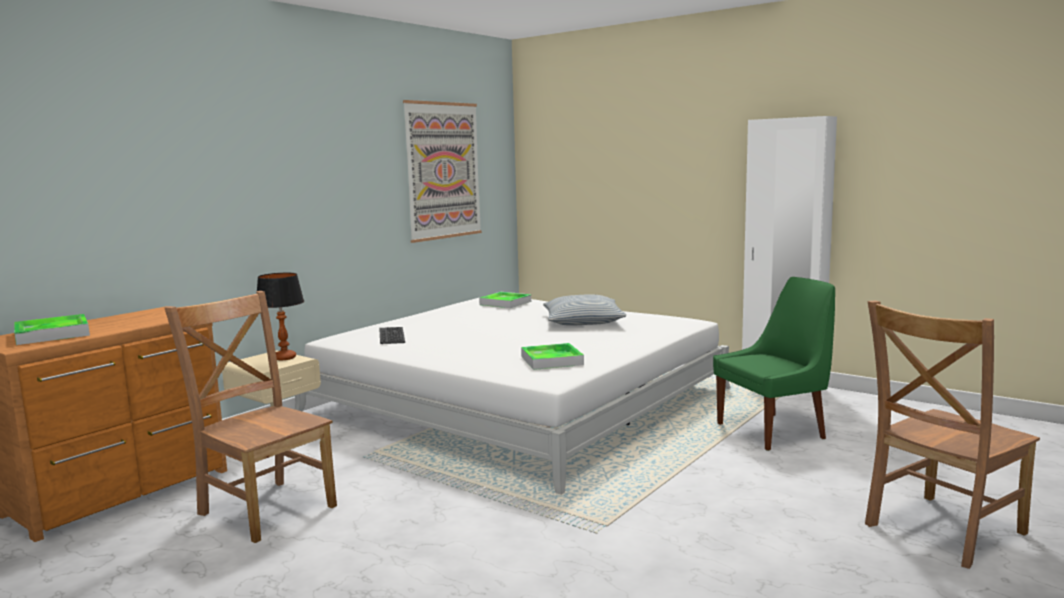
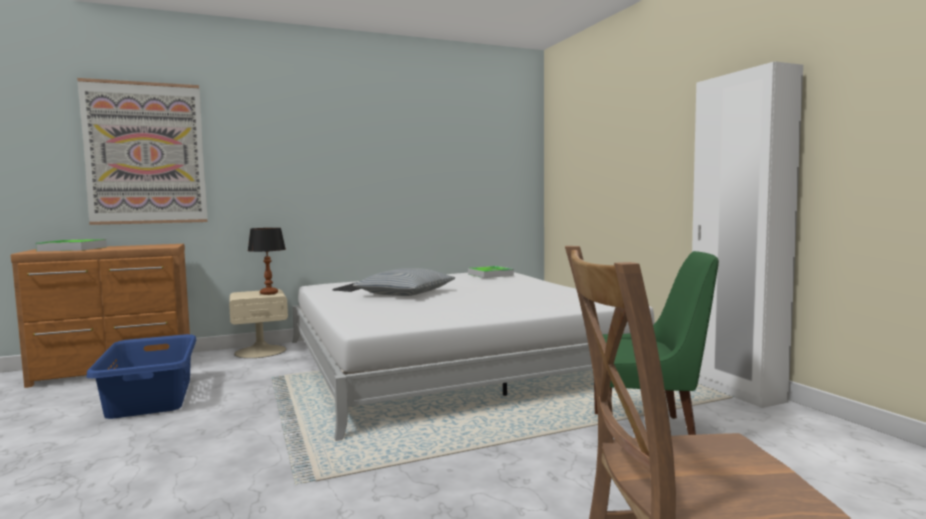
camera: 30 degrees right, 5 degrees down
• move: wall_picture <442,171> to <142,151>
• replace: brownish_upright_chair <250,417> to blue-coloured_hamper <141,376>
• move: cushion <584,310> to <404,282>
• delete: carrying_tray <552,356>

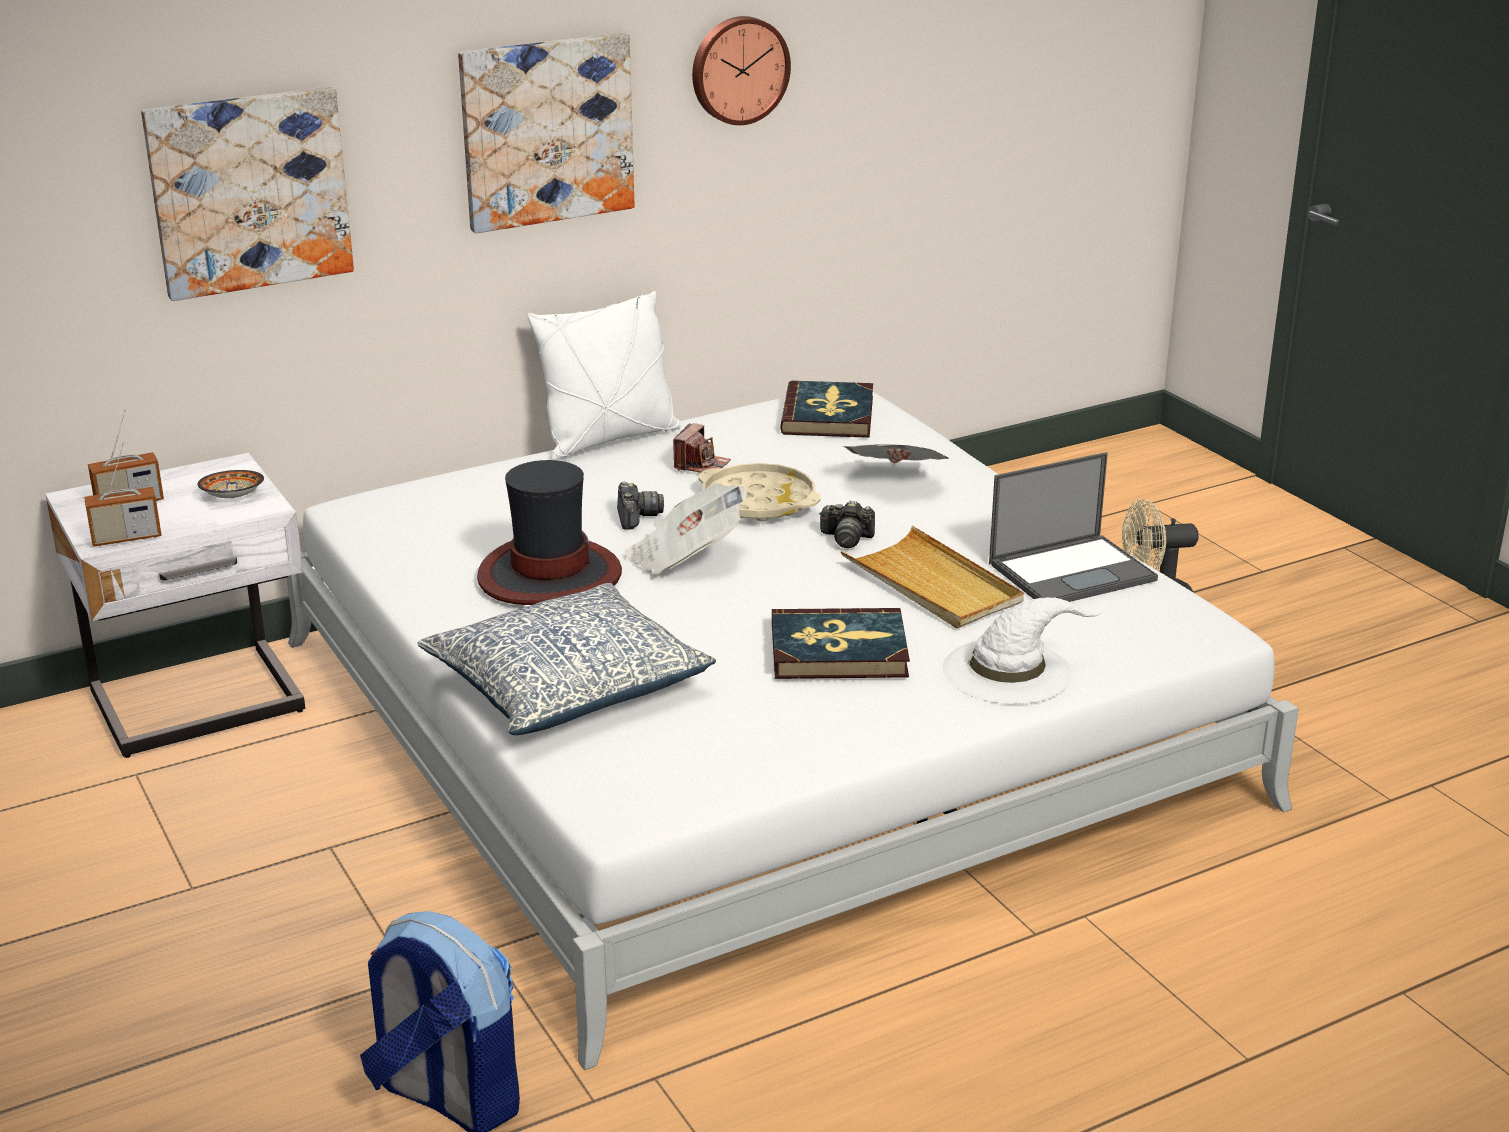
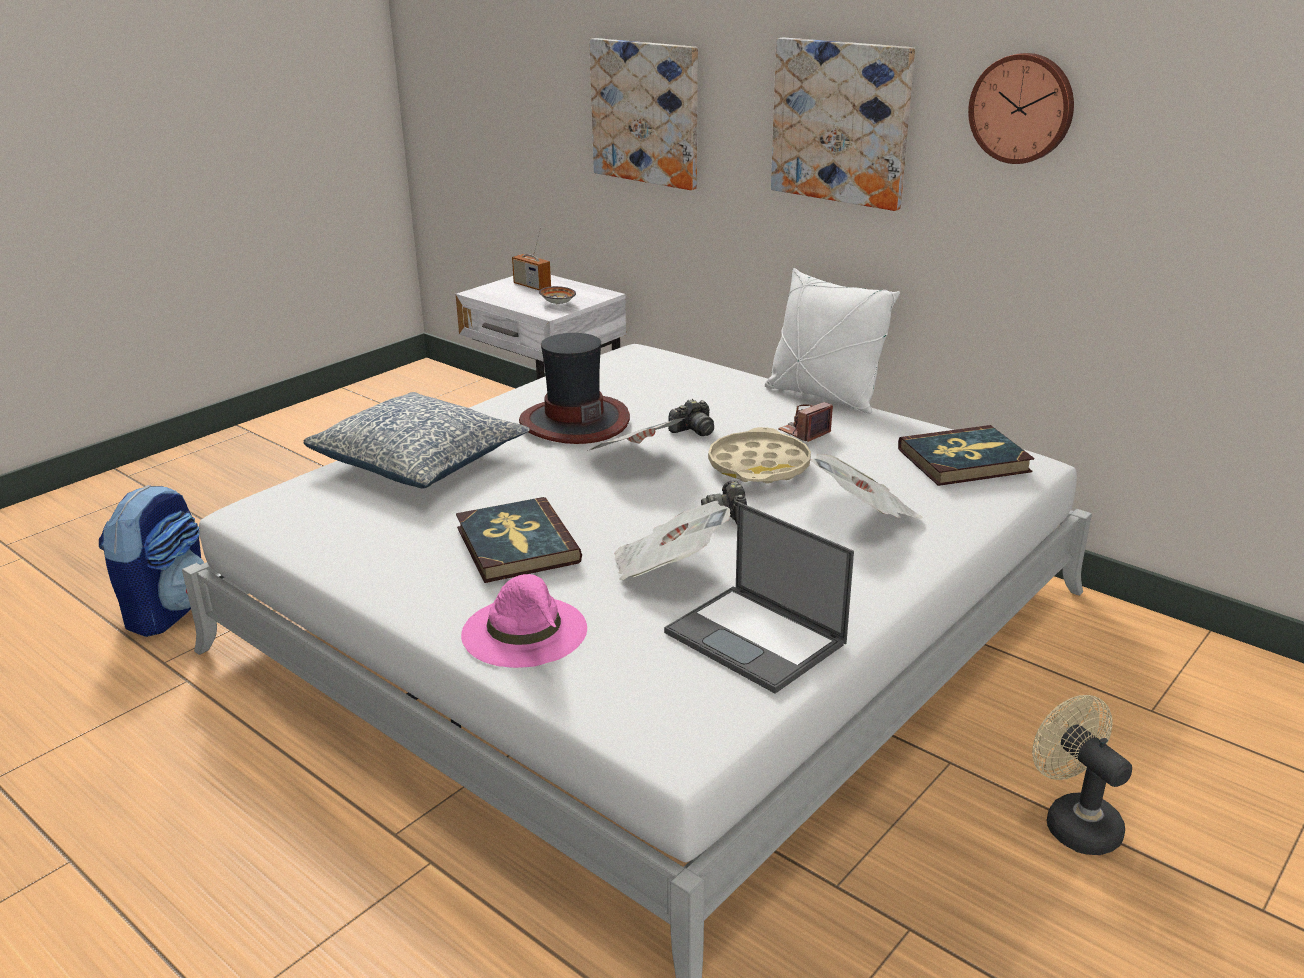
camera: 70 degrees right, 0 degrees up
• rotate: photo_camera <702,448> = <805,422> 135 degrees clockwise
• delete: radio <123,494>
• replace: beige-coloured_carrying_tray <932,577> to daily_paper <672,541>
• recolor: white-coloured_wearable_hat <1022,650> to pink-coloured_wearable_hat <524,621>

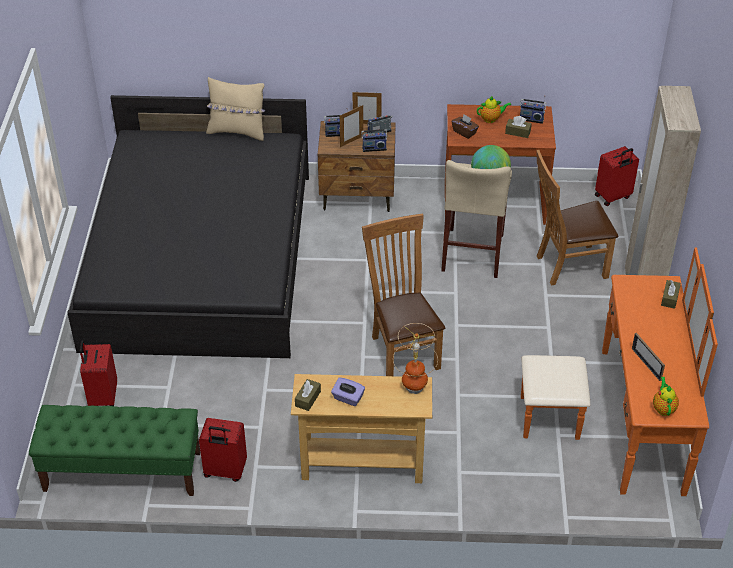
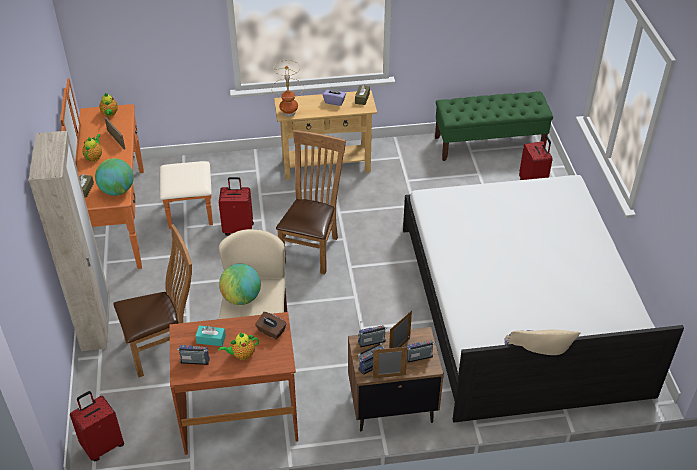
camera: 170 degrees right, 0 degrees up
• recolor: black-coloured_sleeping_bed <188,226> to white-coloured_sleeping_bed <543,299>
• recolor: brownish_box_of_tissues <518,127> to blue-green_box_of_tissues <210,336>
• rotate: brownish_upright_chair <403,294> = <311,202> 135 degrees counterclockwise
• move: red-coloured_suitcase <223,450> to <236,206>
• insert: teapot <92,148>
• insert: globe <114,177>

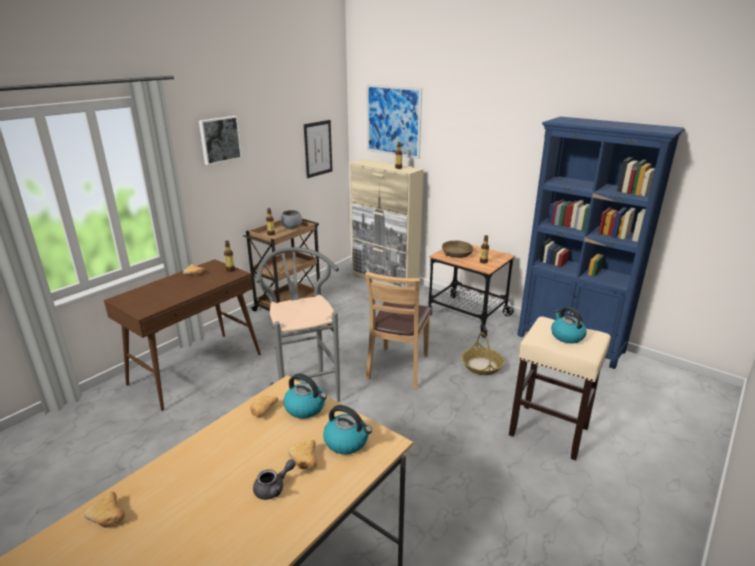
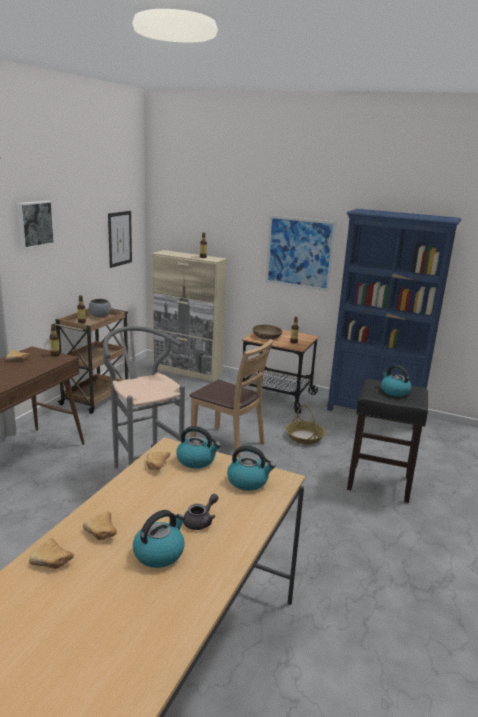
camera: 15 degrees left, 5 degrees down
• move: wall_picture <394,121> to <301,253>
• rotate: brownish_upright_chair <398,330> = <232,398> 60 degrees counterclockwise
• recolor: beige-coloured_sitting_stool <560,389> to black-coloured_sitting_stool <387,441>
• move: bakery_bread <302,454> to <100,526>
• insert: kettle <159,539>

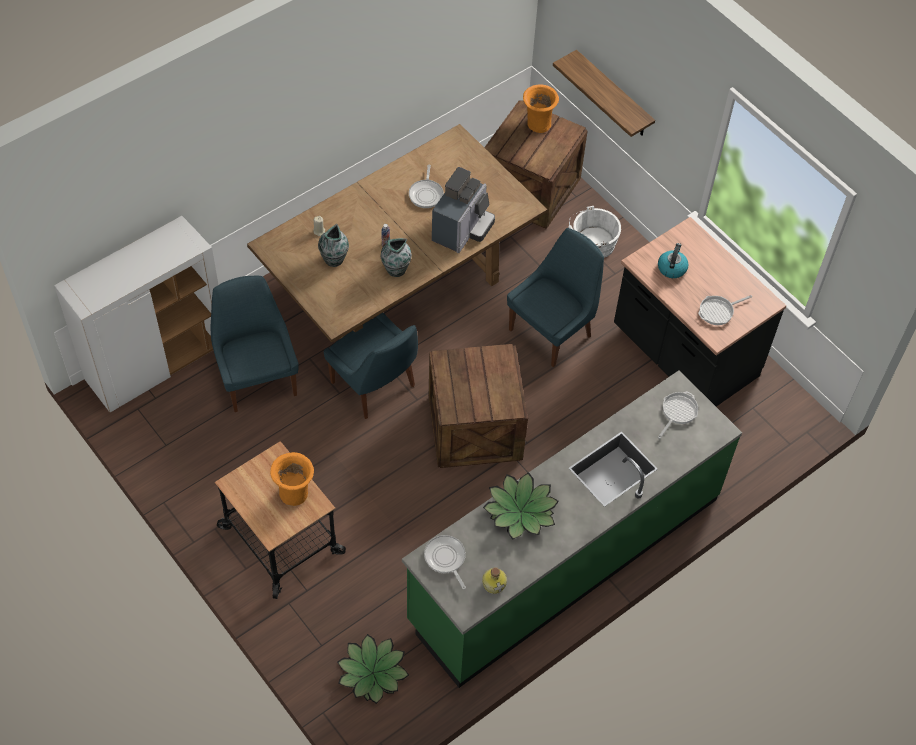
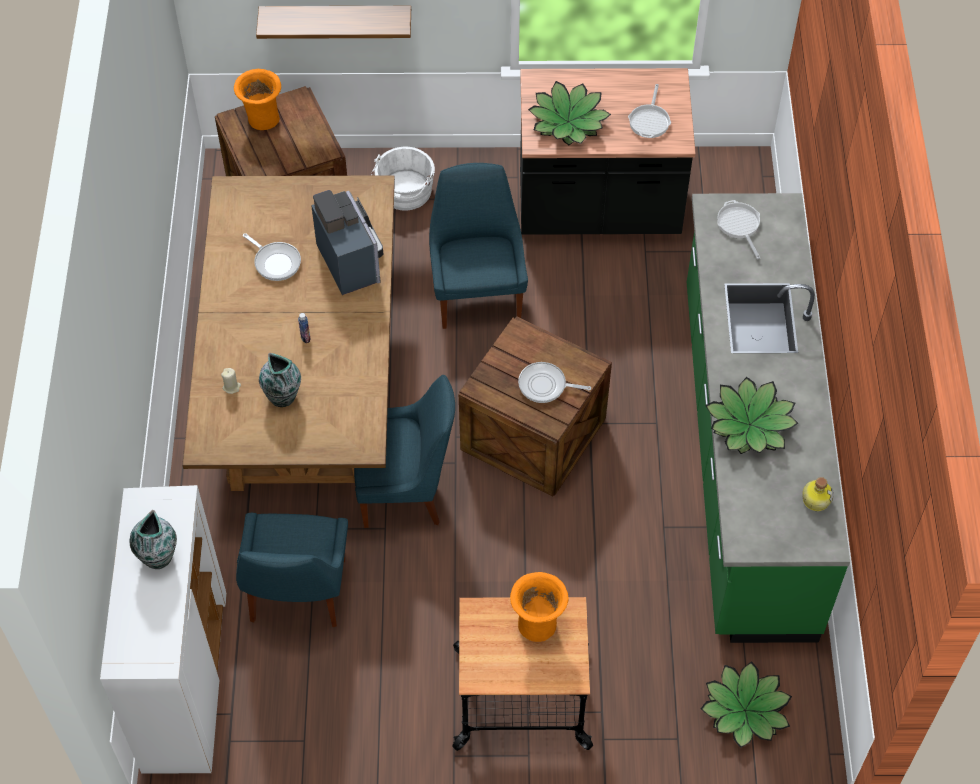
camera: 50 degrees left, 0 degrees up
• move: vase <396,257> to <153,539>
• replace: kettle <673,260> to plant_in_a_pot <569,113>
• rotate: blue-coloured_upright_chair <255,344> = <292,570> 105 degrees counterclockwise
• move: pan <445,562> to <554,382>

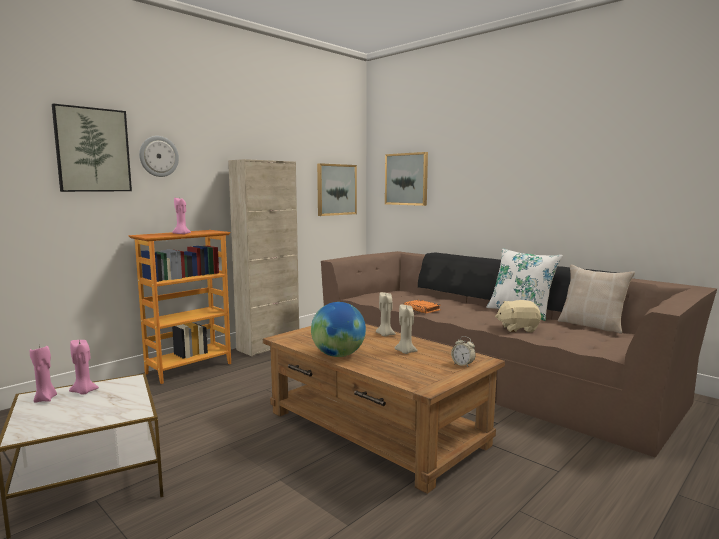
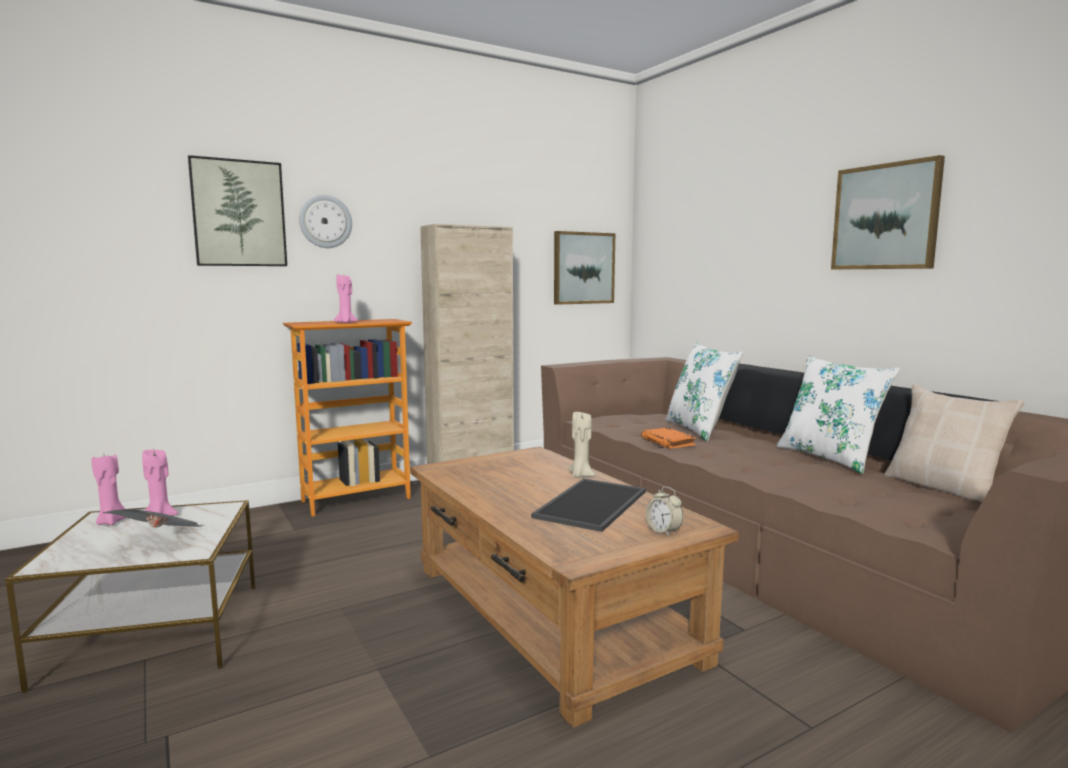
camera: 15 degrees right, 0 degrees up
• move: wall_picture <406,179> to <888,212>
• delete: beige-coloured_cuddly_toy <518,316>
• delete: globe <338,329>
• replace: beige-coloured_wax_light <406,329> to carrying_tray <588,505>
• insert: white-coloured_cushion <704,391>
• insert: daily_paper <154,518>

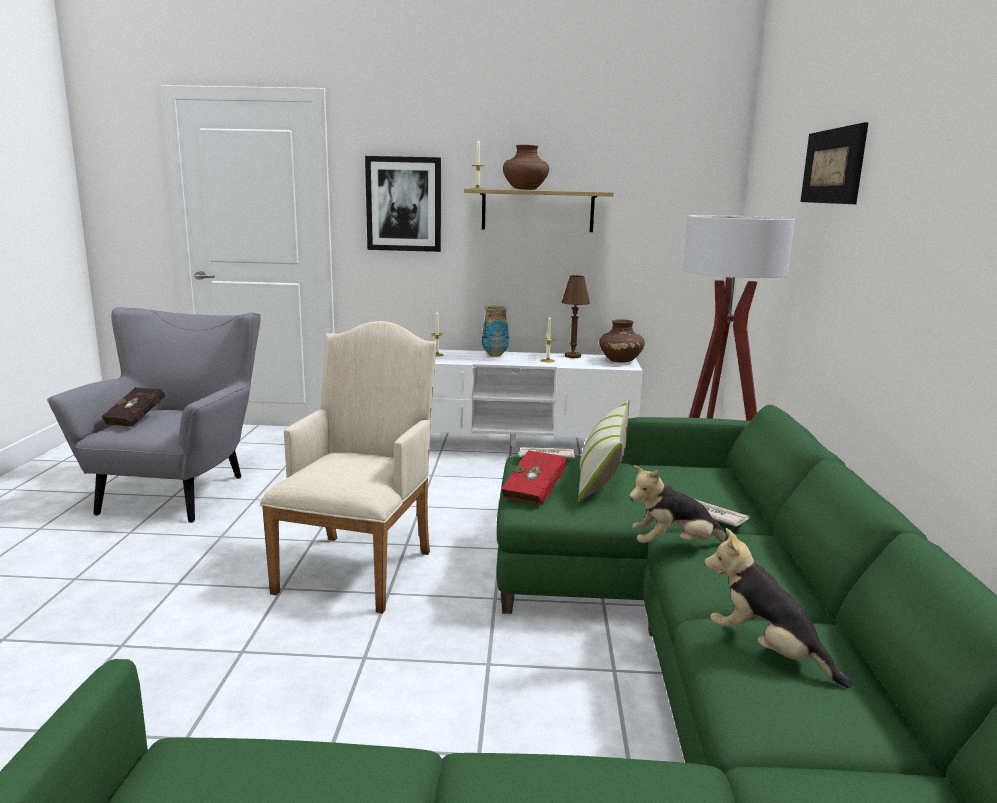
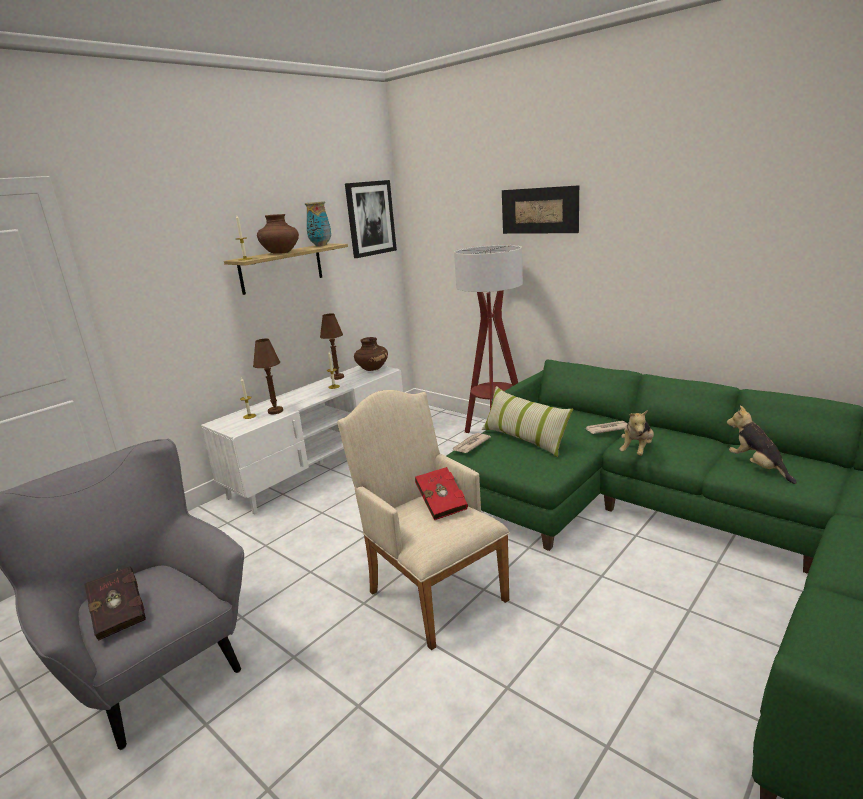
camera: 50 degrees left, 5 degrees up
• move: wall_picture <403,204> to <371,219>
• move: vase <495,331> to <318,223>
• move: red-coloured_bound_book <534,477> to <441,493>
• rotate: cuddly_toy <778,608> = <762,444> 75 degrees clockwise
• insert: brownish_lamp_for_a_table <268,376>

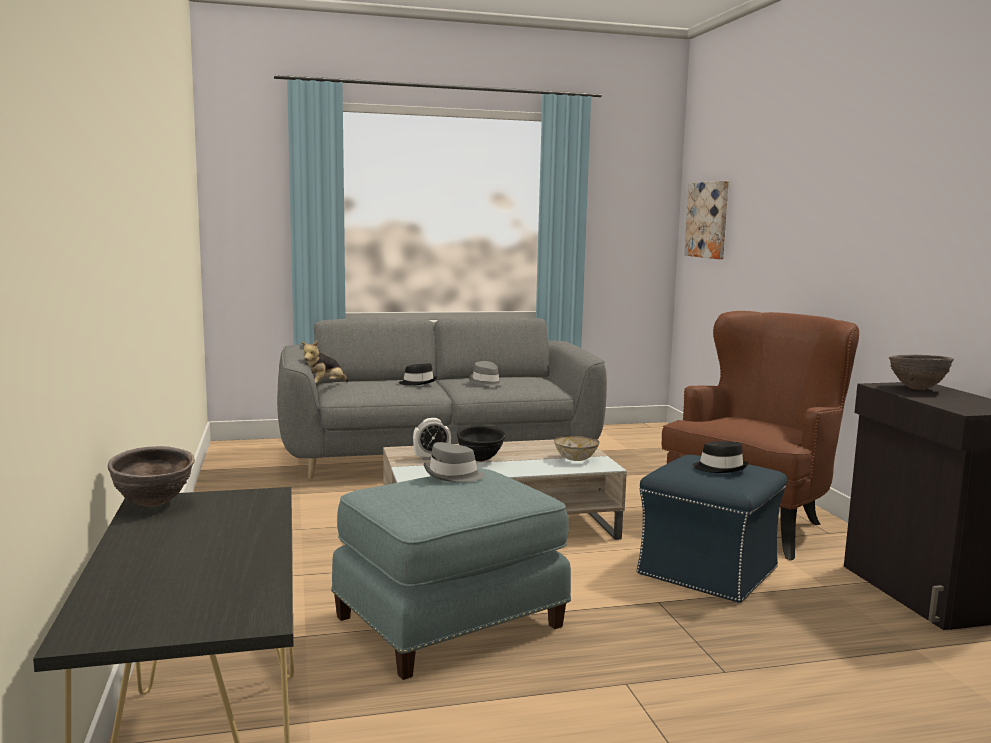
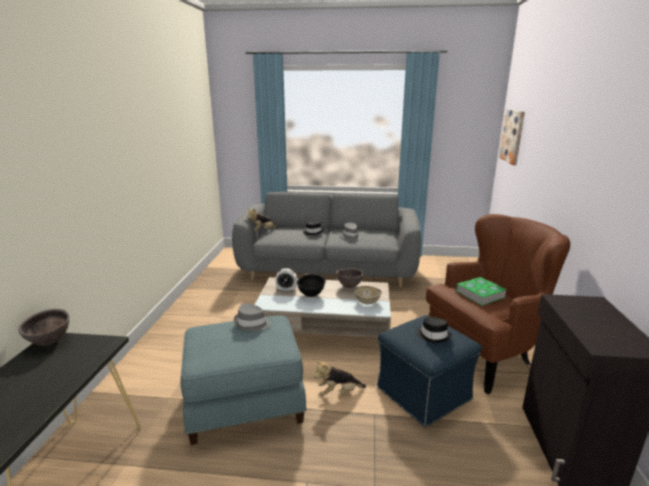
camera: 20 degrees right, 10 degrees up
• move: brownish_deep_dish <921,372> to <349,278>
• insert: bound_book <481,291>
• insert: cuddly_toy <340,378>

